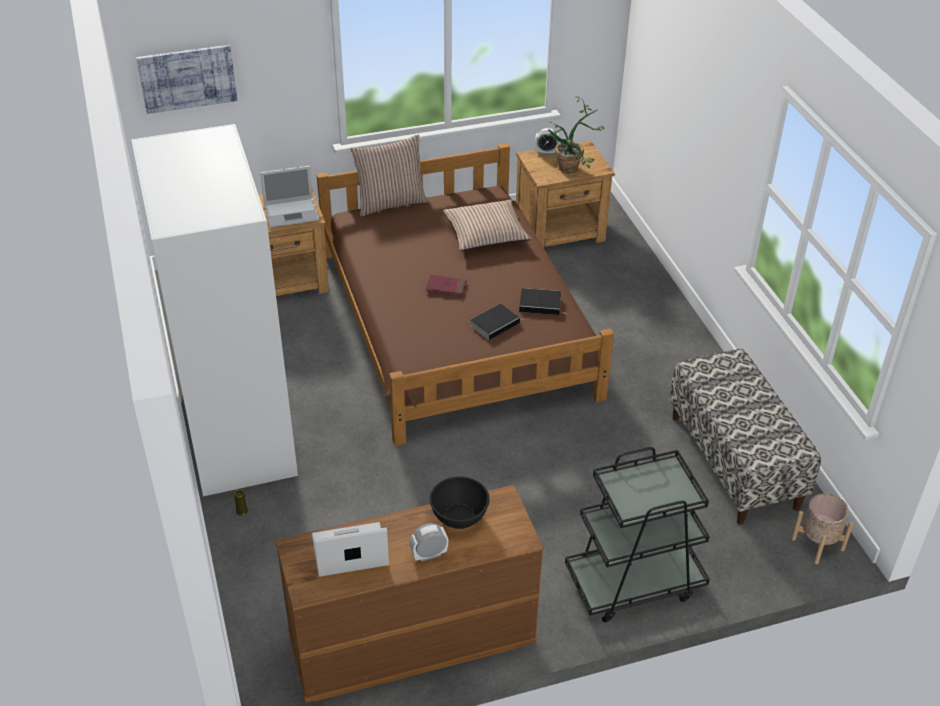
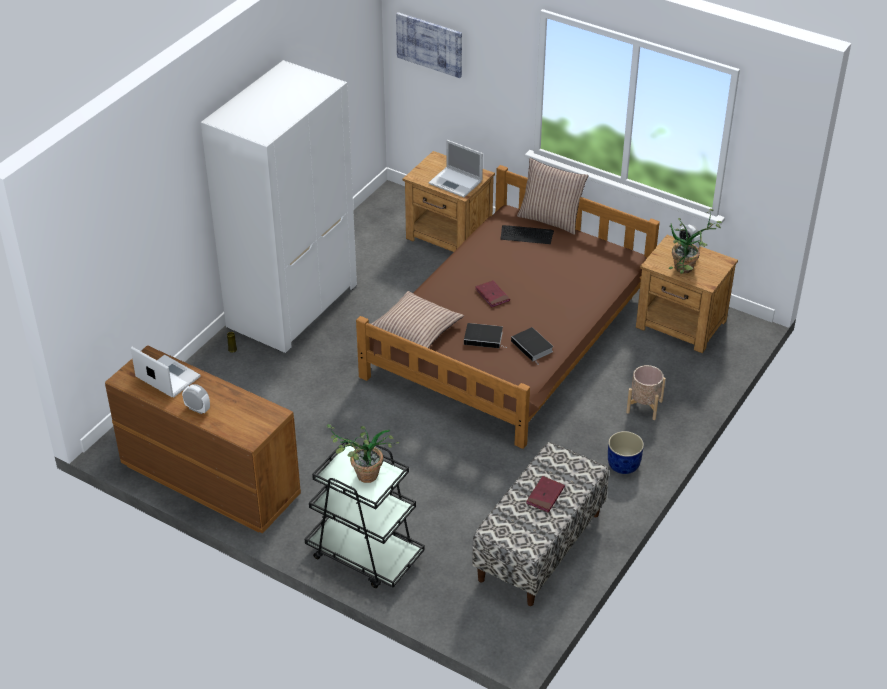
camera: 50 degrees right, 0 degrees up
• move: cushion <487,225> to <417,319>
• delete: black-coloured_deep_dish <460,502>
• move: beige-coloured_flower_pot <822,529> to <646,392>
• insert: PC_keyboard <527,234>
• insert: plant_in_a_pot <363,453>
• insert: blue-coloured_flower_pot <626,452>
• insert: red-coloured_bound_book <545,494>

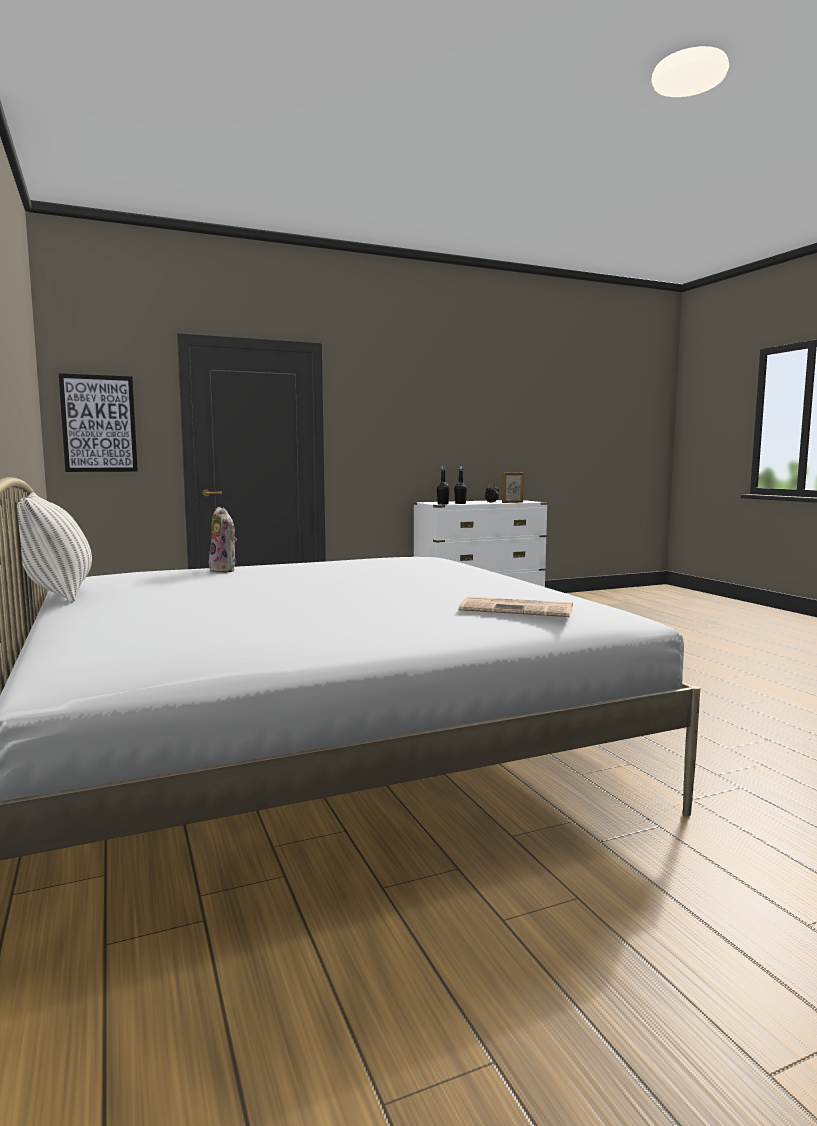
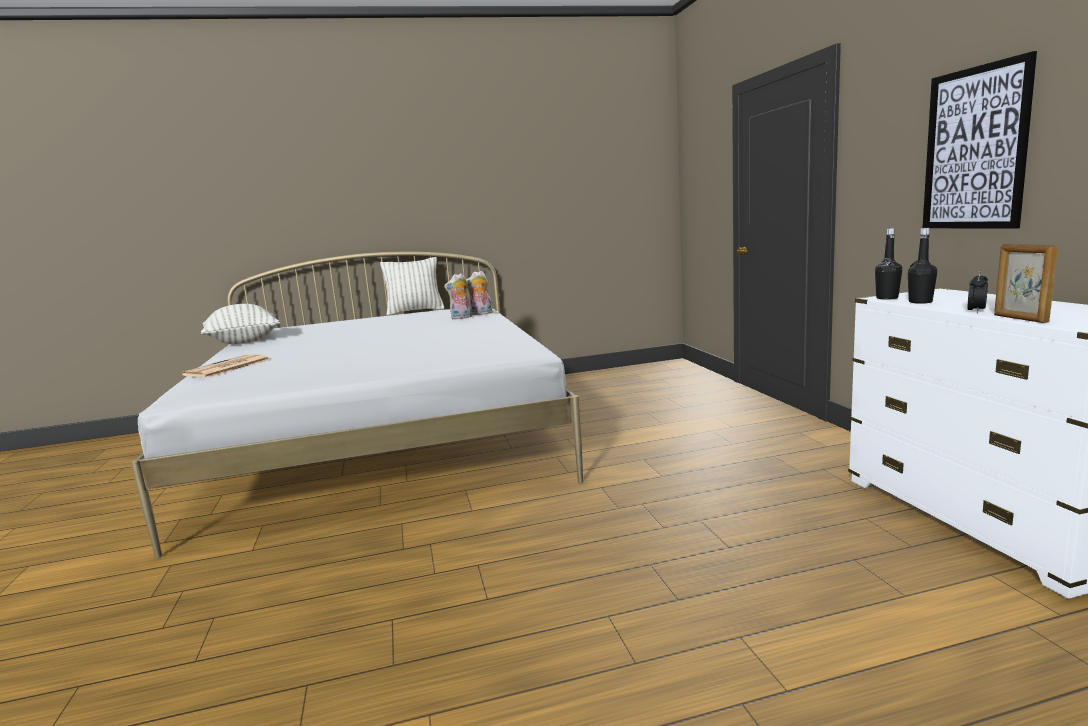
camera: 100 degrees right, 5 degrees up
• move: wall_picture <98,422> to <979,140>
• insert: cuddly_toy <479,293>
• insert: cushion <240,324>

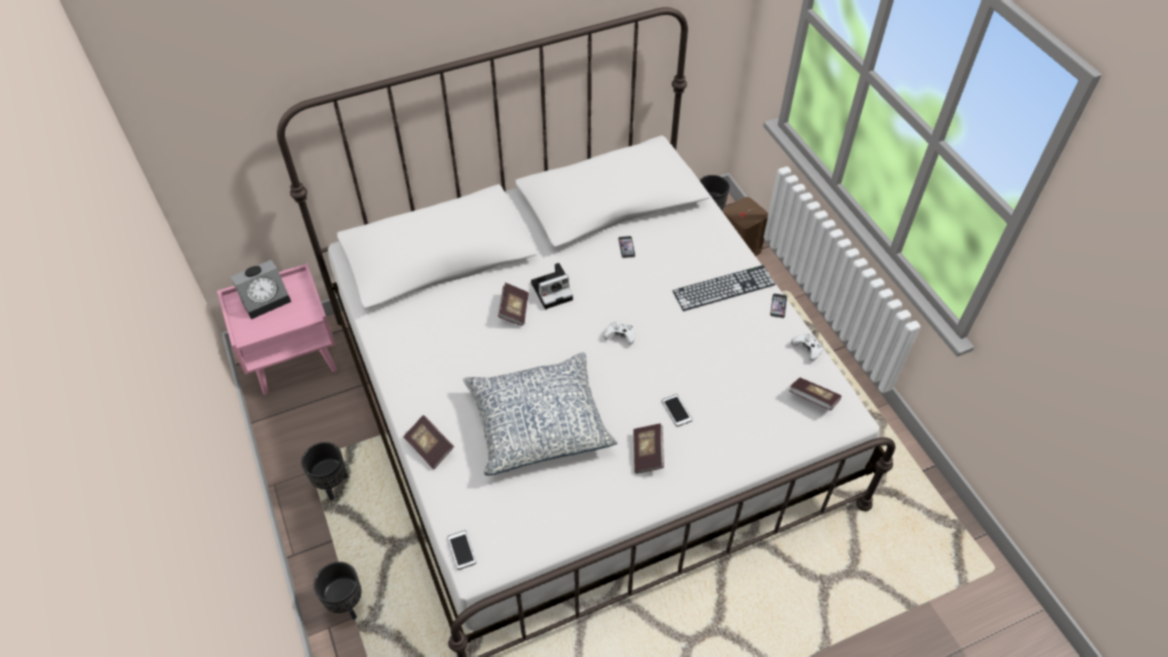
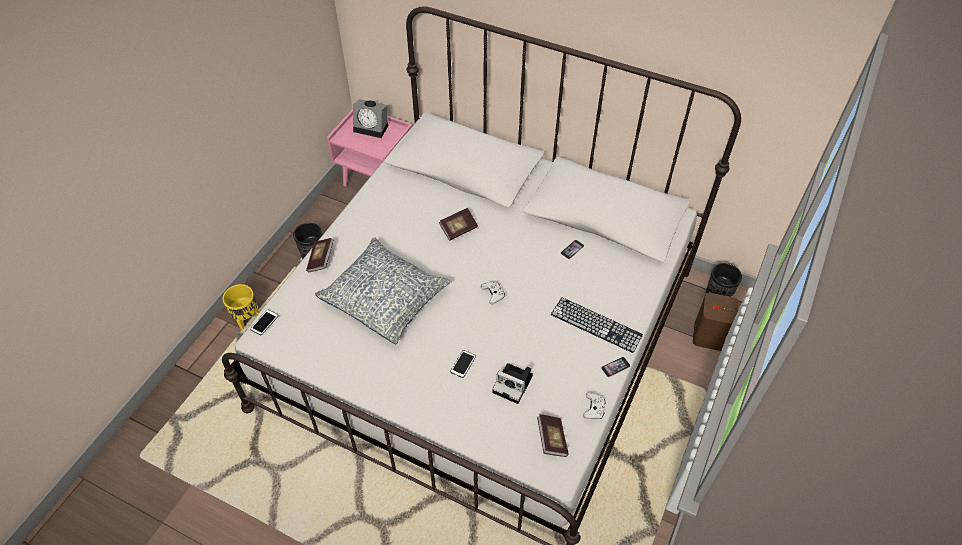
camera: 50 degrees right, 0 degrees up
• move: photo_camera <552,286> to <512,383>
• delete: bound_book <648,448>
• recolor: black-coloured_flower_pot <338,591> to yellow-coloured_flower_pot <240,307>

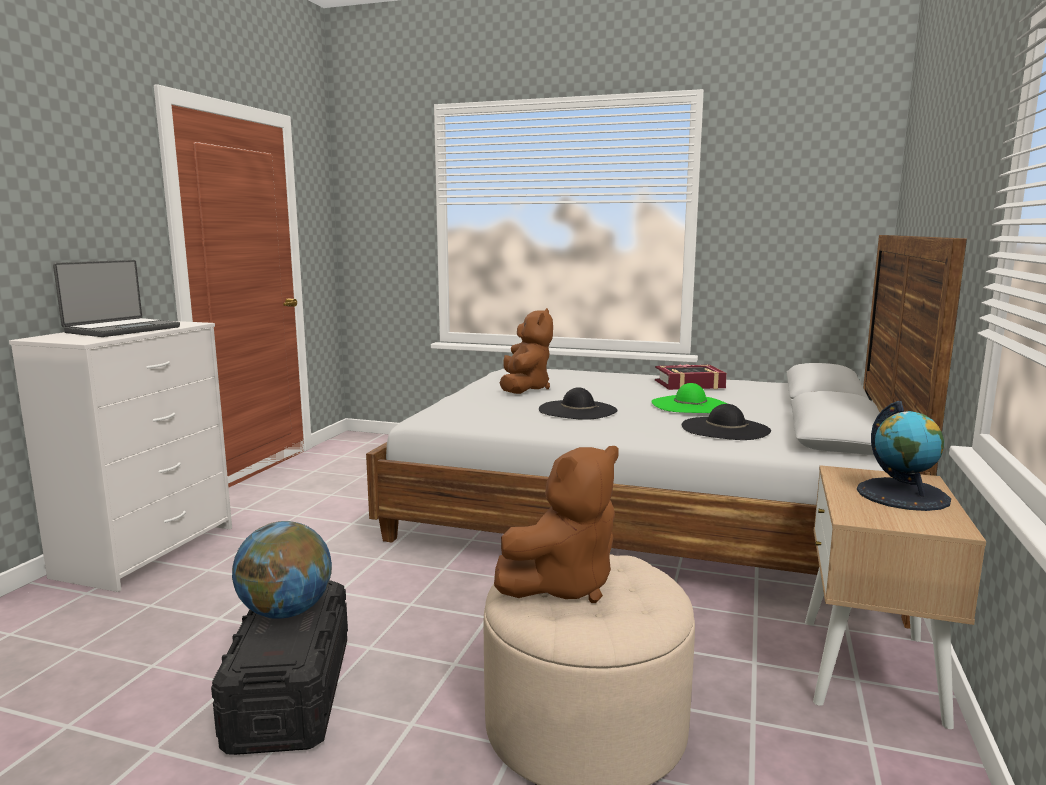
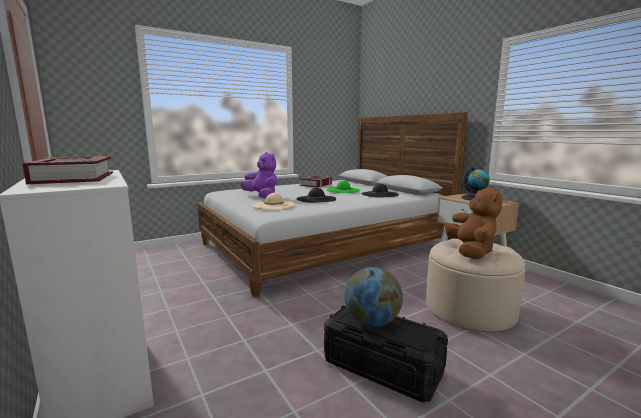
camera: 50 degrees left, 0 degrees up
• replace: laptop <116,298> to bound_book <67,170>
• recolor: brownish_cuddly_toy <526,351> to purple-coloured_cuddly_toy <258,175>
• insert: beige-coloured_wearable_hat <274,201>

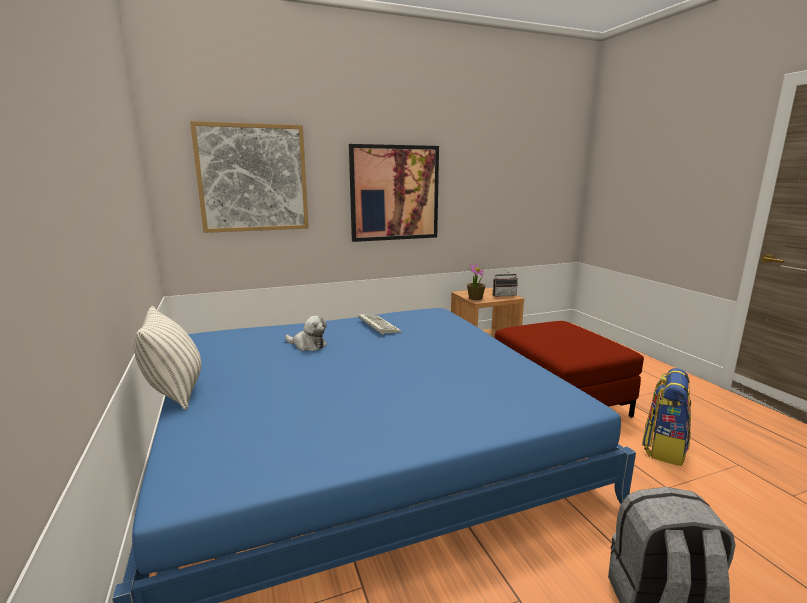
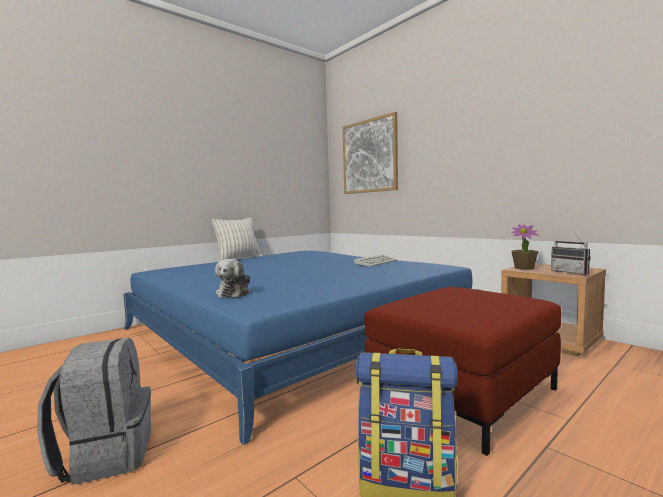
camera: 70 degrees right, 10 degrees down
• delete: wall_picture <394,193>
• move: cuddly_toy <306,333> to <232,278>

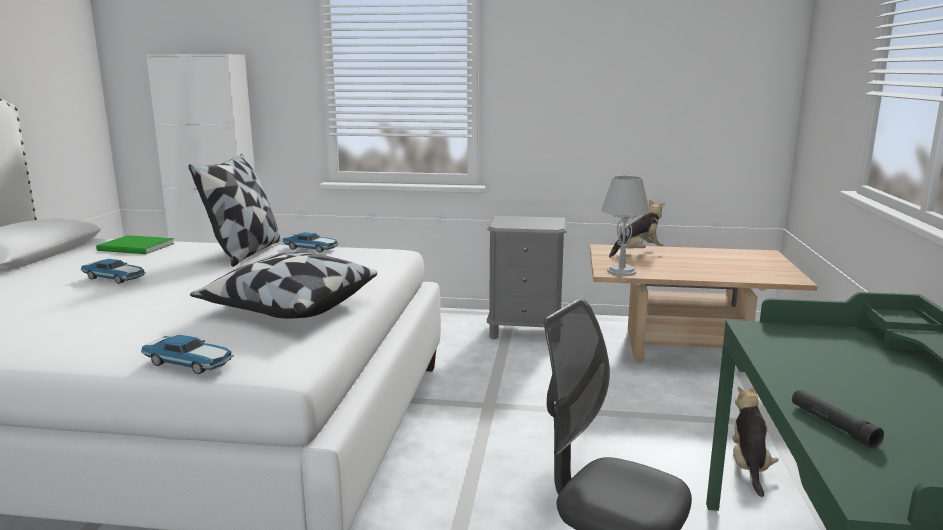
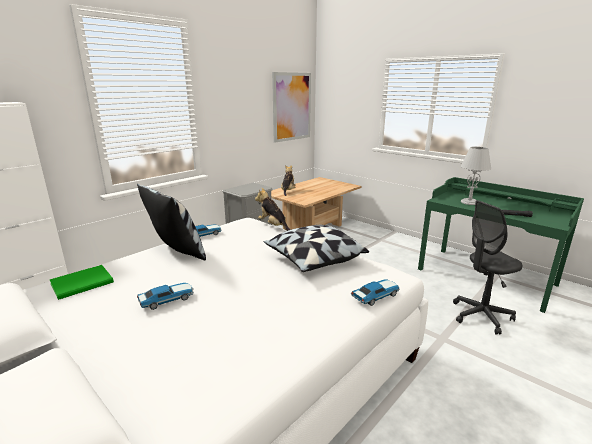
camera: 55 degrees left, 5 degrees up
• move: grey_lamp_for_a_table <625,226> to <476,176>
• move: cuddly_toy <755,441> to <273,209>
• insert: wall_picture <291,107>

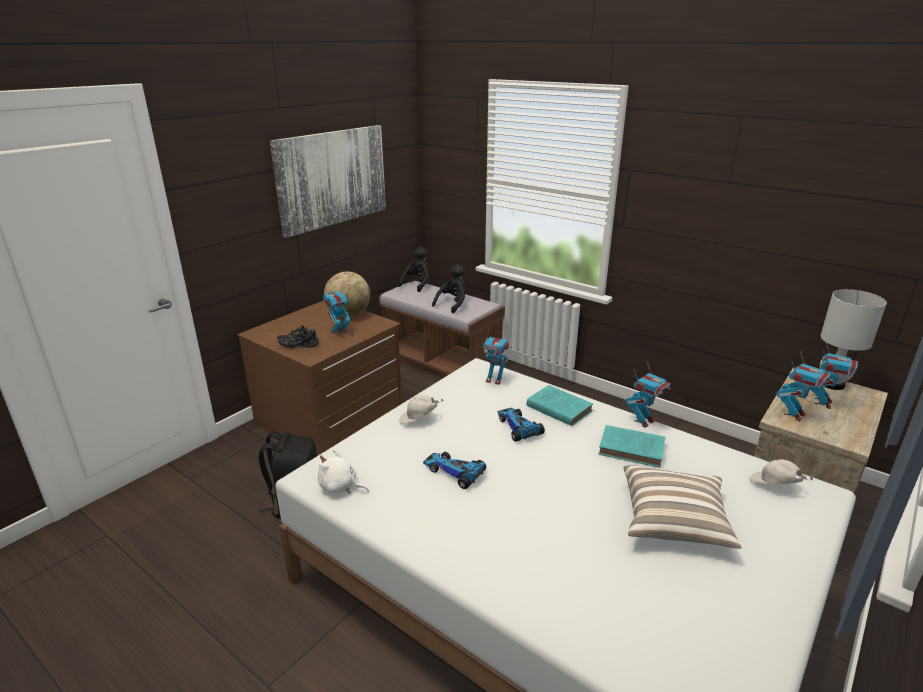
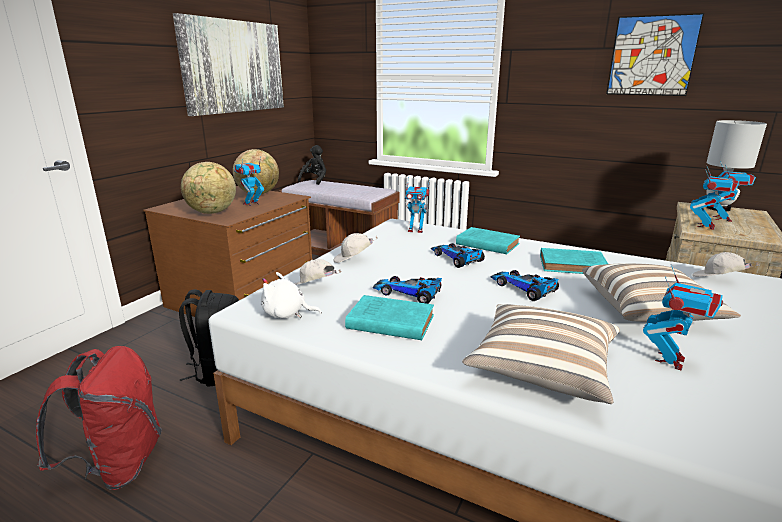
camera: 10 degrees left, 5 degrees down
• delete: black-coloured_cuddly_toy <449,288>
• replace: black-coloured_shoe <298,336> to globe <208,188>
• move: toy_robot <648,395> to <683,317>
• insert: wall_picture <655,54>
• insert: white-coloured_peaked_cap <318,272>
• insert: model_car <524,285>
• insert: blue-green_bound_book <389,317>
• insert: cushion <541,354>
• insert: red-coloured_backpack <99,418>

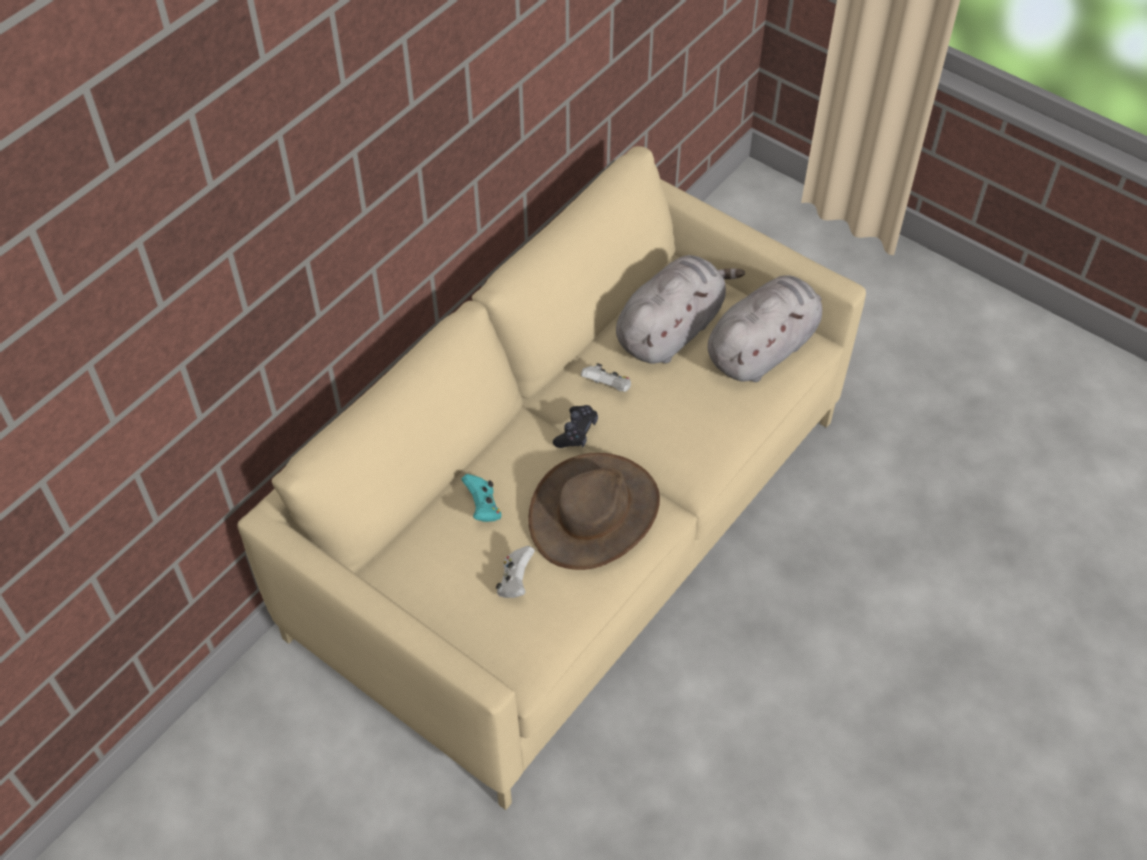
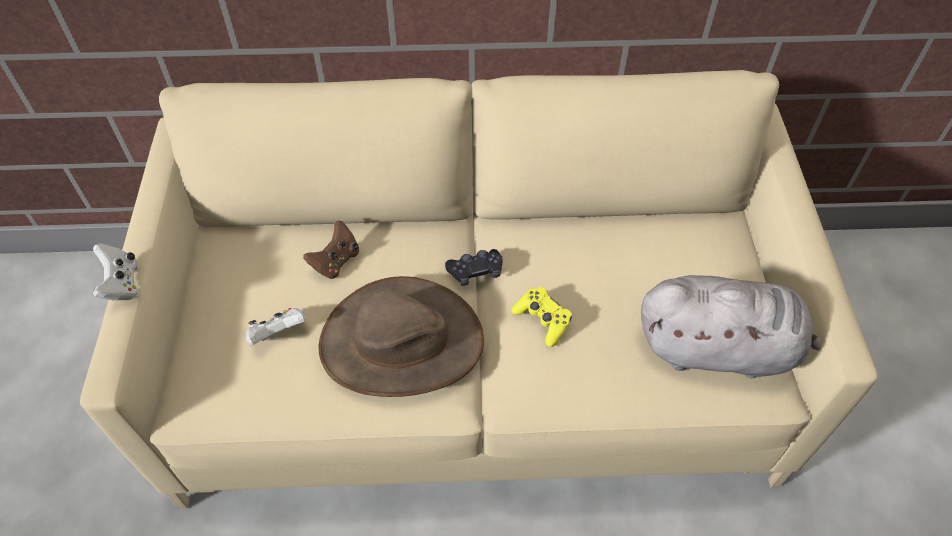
camera: 50 degrees right, 0 degrees up
• delete: grey_cuddly_toy <680,309>
• move: white-coloured_game_controller <606,377> to <115,271>
• recolor: blue-green_game_controller <481,498> to brownish_game_controller <331,250>
• insert: yellow-coloured_game_controller <542,317>

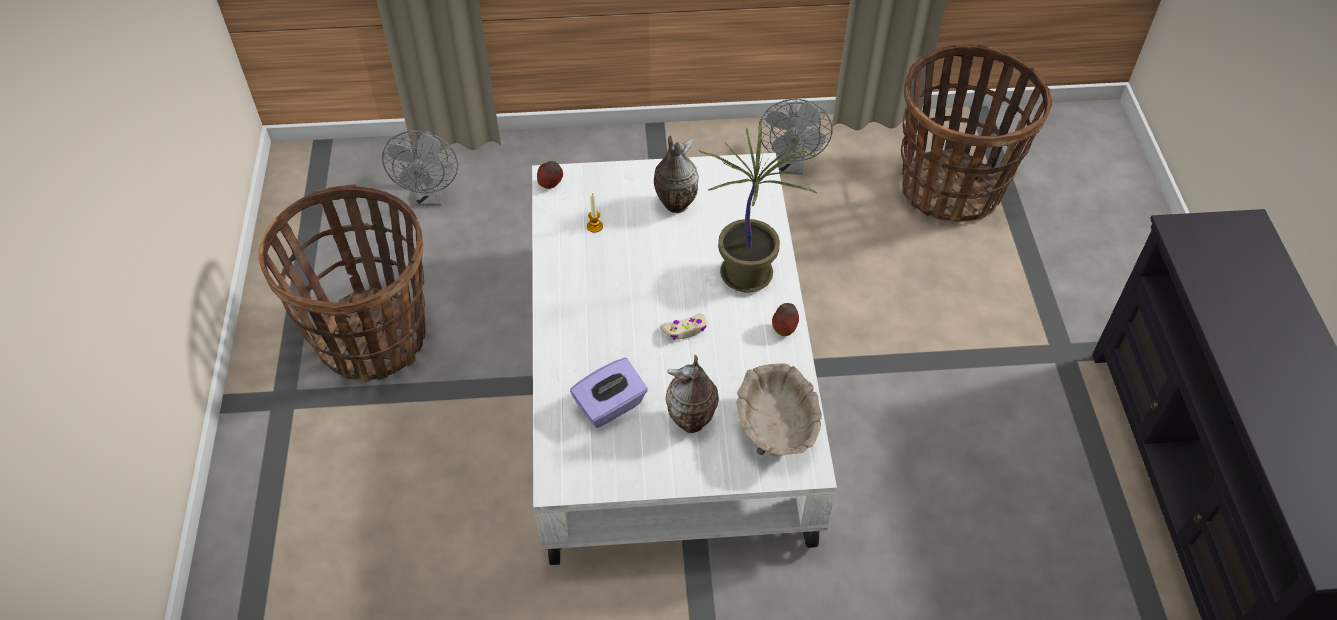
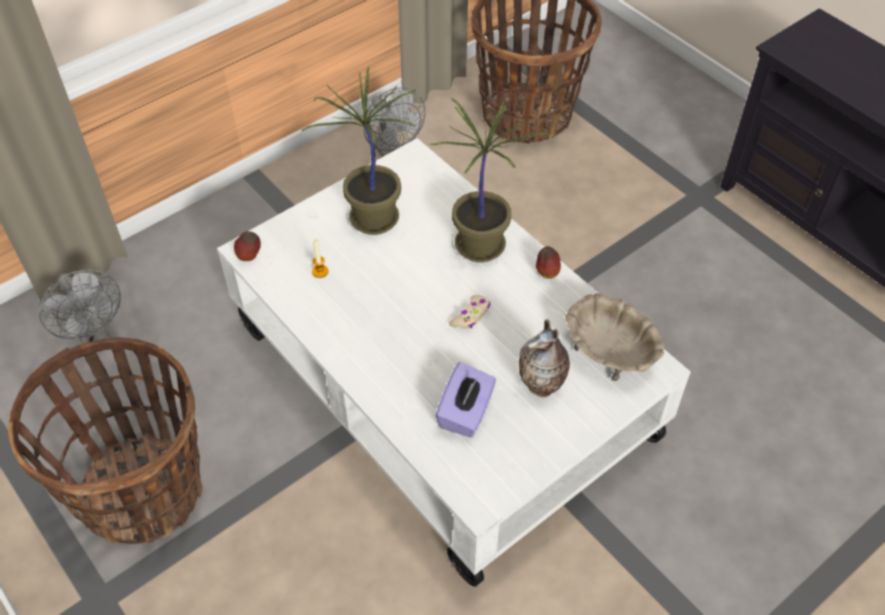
camera: 35 degrees left, 0 degrees up
• replace: vase <676,174> to plant_in_a_pot <358,151>

